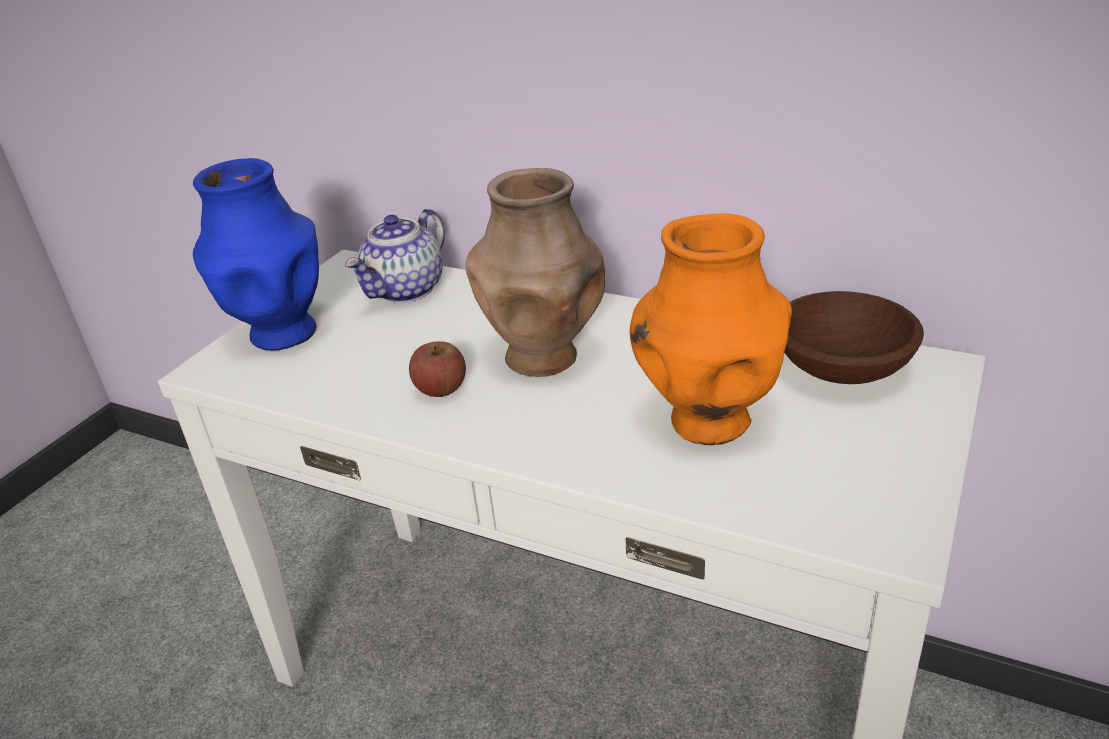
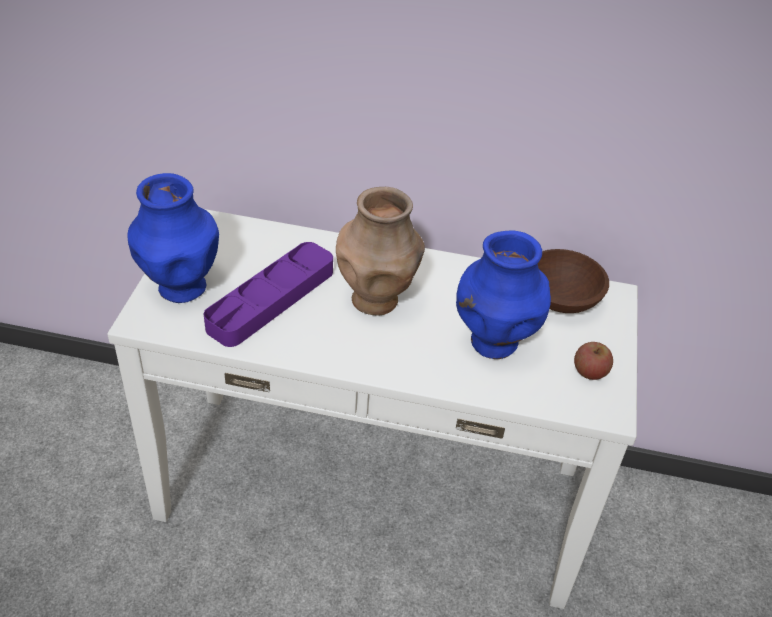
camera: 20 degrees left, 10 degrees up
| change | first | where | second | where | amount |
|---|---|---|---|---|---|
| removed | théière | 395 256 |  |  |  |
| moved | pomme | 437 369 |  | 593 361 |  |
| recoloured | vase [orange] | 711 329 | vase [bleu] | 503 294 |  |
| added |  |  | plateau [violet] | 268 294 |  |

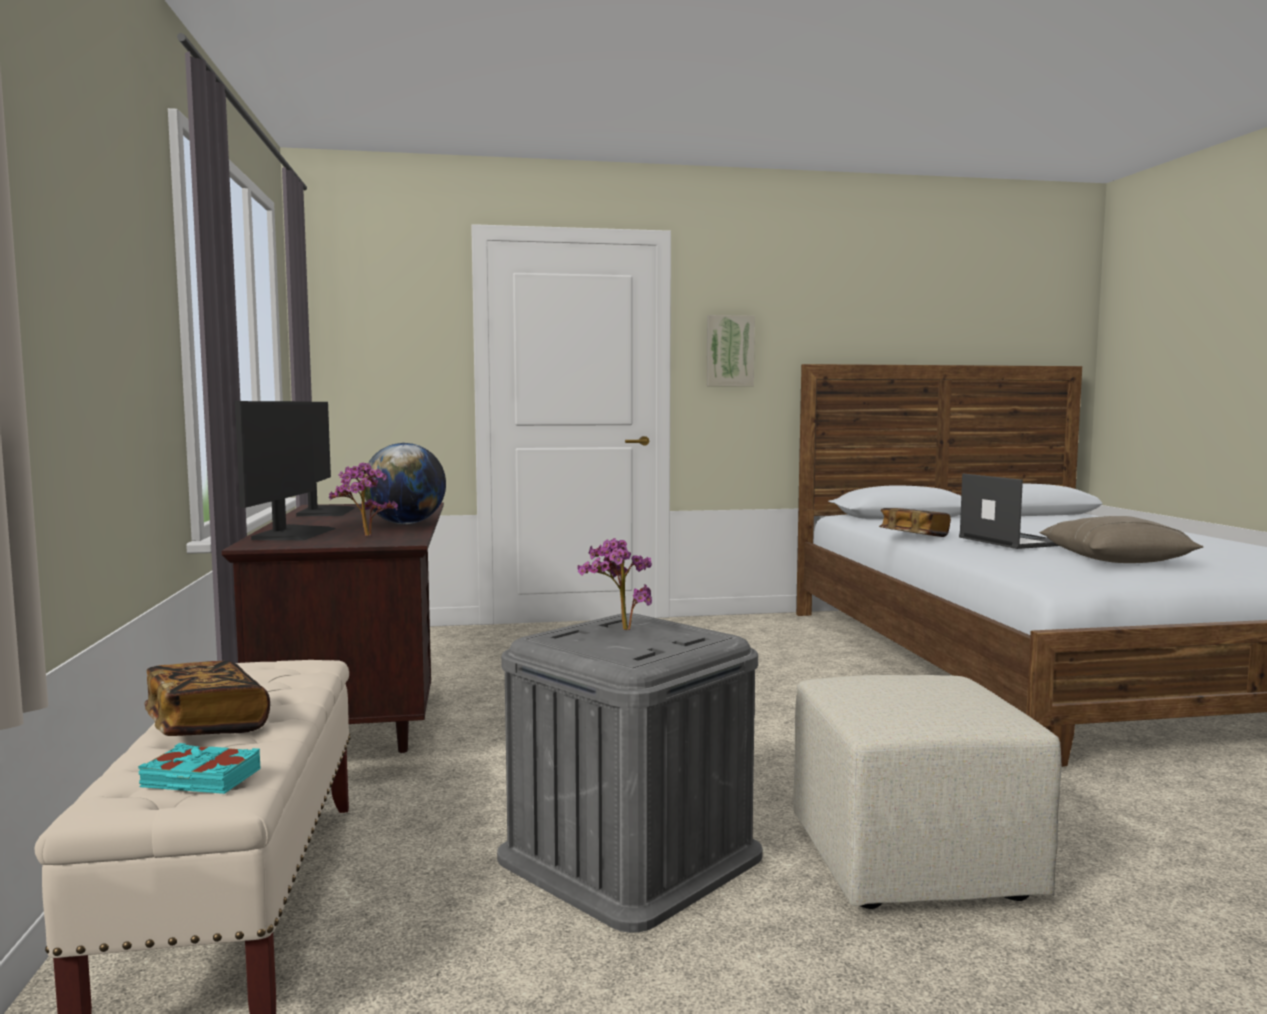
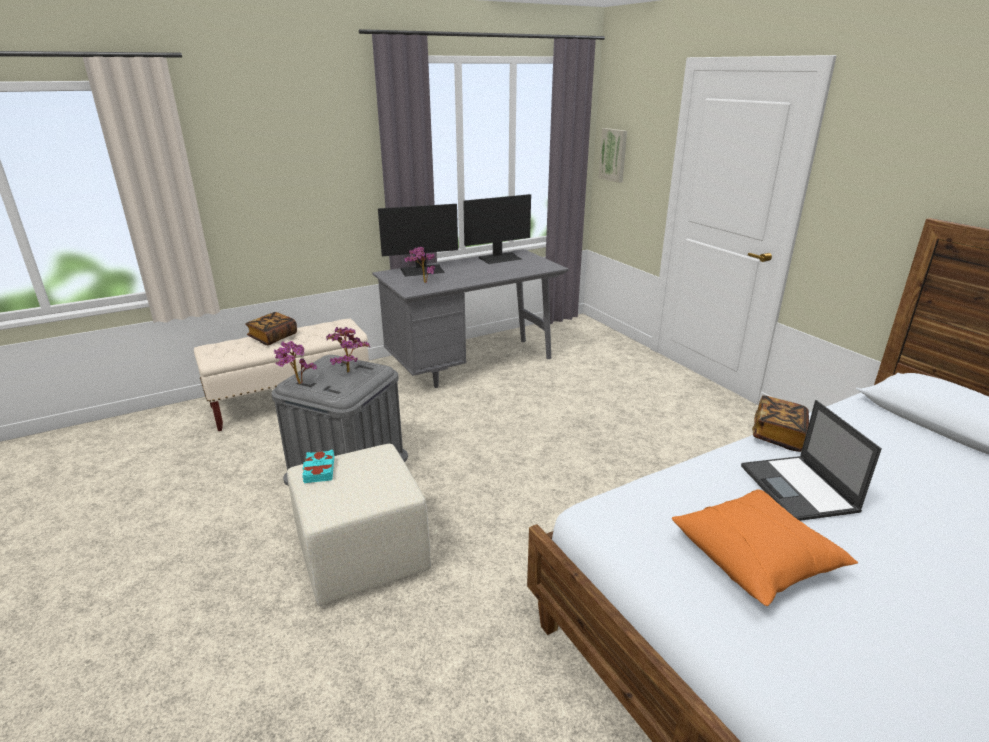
camera: 70 degrees right, 20 degrees up
| change | first | where | second | where | amount |
|---|---|---|---|---|---|
| moved | livre [turquoise] | 199 768 |  | 318 466 |  |
| recoloured | bureau [marron] | 333 627 | bureau [gris] | 470 318 |  |
| removed | globe | 405 483 |  |  |  |
| moved | tableau | 731 350 |  | 613 155 |  |
| turned | ordinateur portable | 1009 511 |  | 811 460 | 120 degrees clockwise |
| recoloured | coussin [beige] | 1121 539 | coussin [orange] | 765 547 |  |
| added |  |  | plante en pot | 295 362 |  |

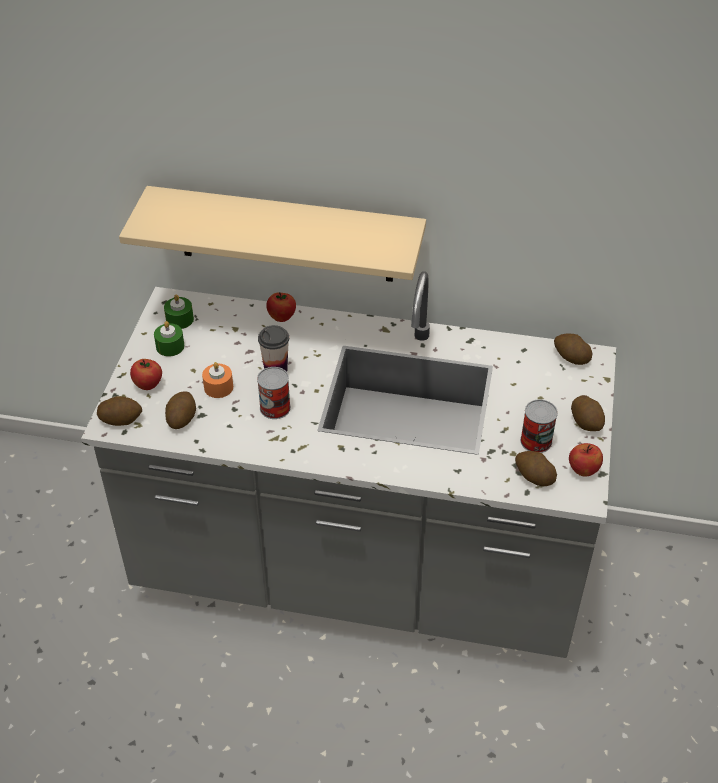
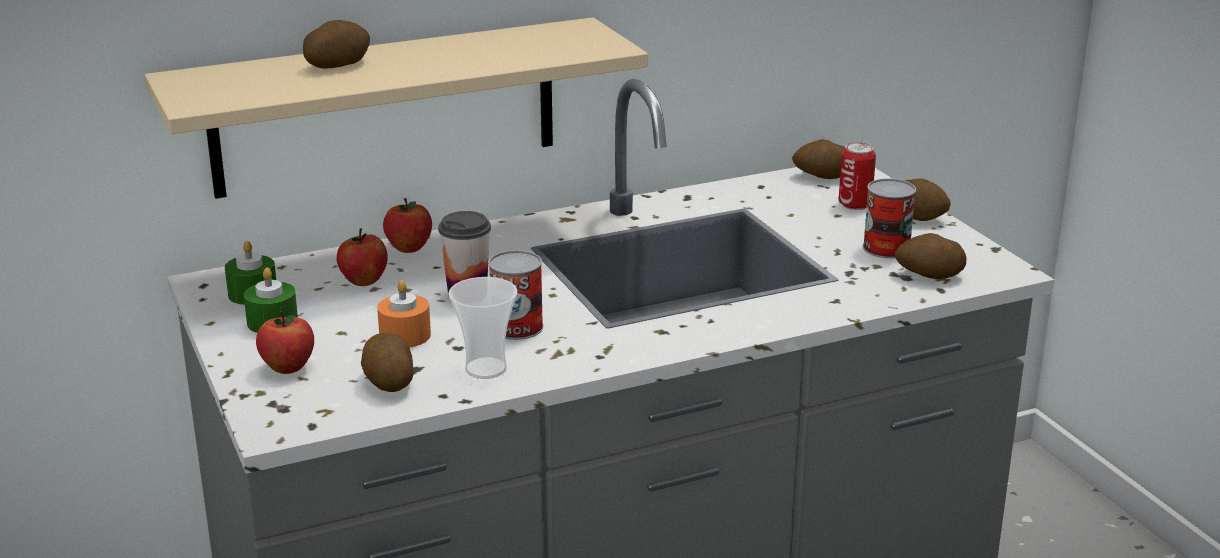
camera: 35 degrees left, 20 degrees down
| change | first | where | second | where | amount |
|---|---|---|---|---|---|
| moved | pomme de terre | 119 411 |  | 336 44 |  |
| moved | pomme | 586 460 |  | 362 257 |  |
| added |  |  | tasse | 483 328 |  |
| added |  |  | boîte métallique | 857 176 |  |

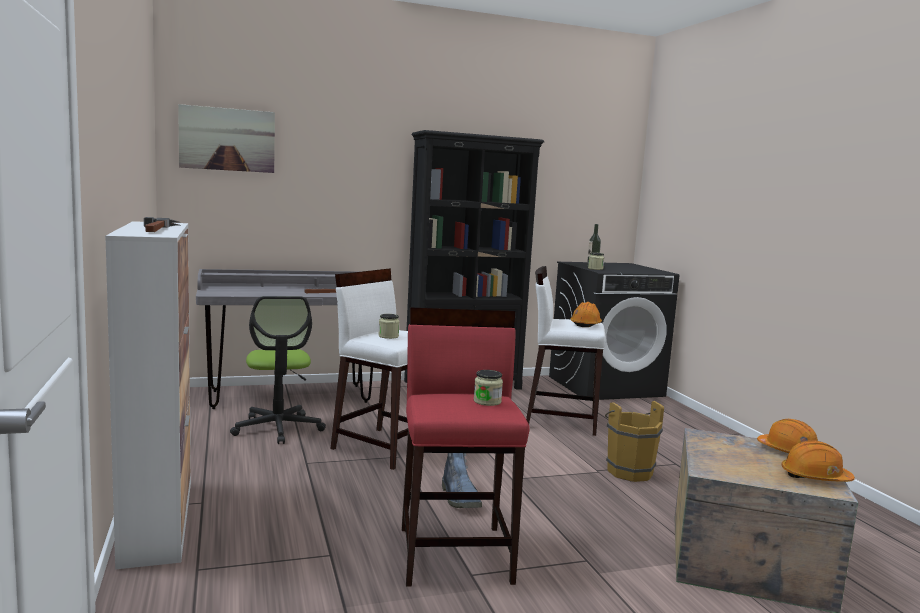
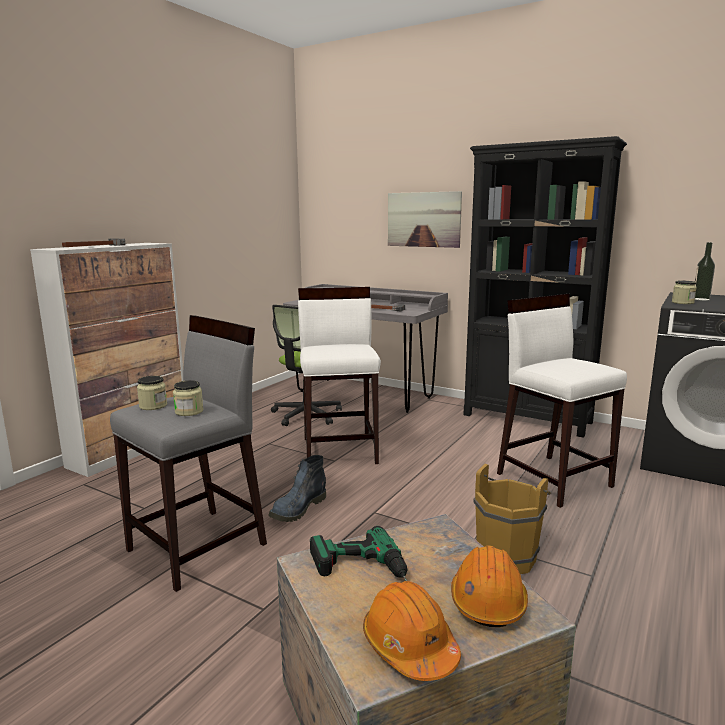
camera: 50 degrees right, 5 degrees up
| change | first | where | second | where | amount |
|---|---|---|---|---|---|
| moved | tableau | 226 138 |  | 425 219 |  |
| moved | bocal | 389 326 |  | 152 393 |  |
| recoloured | tabouret [rouge] | 466 446 | tabouret [gris] | 188 453 |  |
| removed | casque de chantier [orange] | 586 314 |  |  |  |
| added |  |  | perceuse | 359 553 |  |

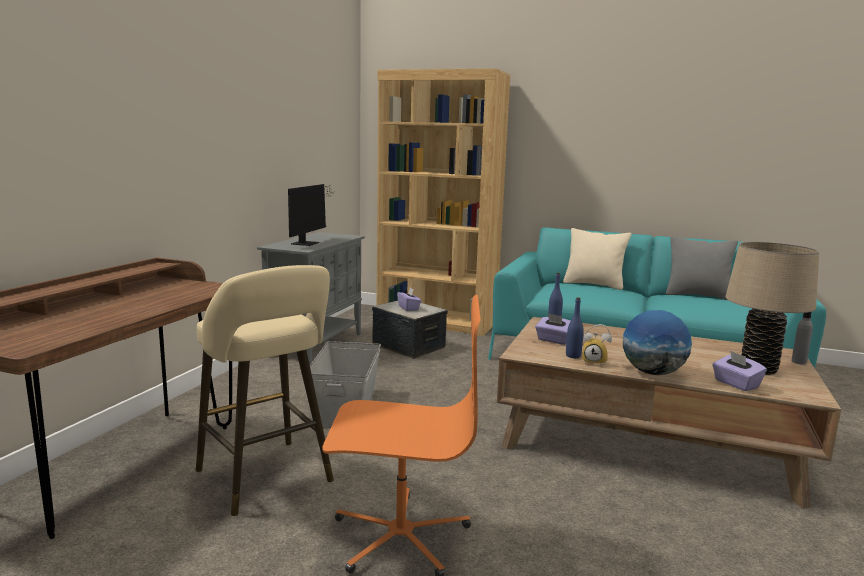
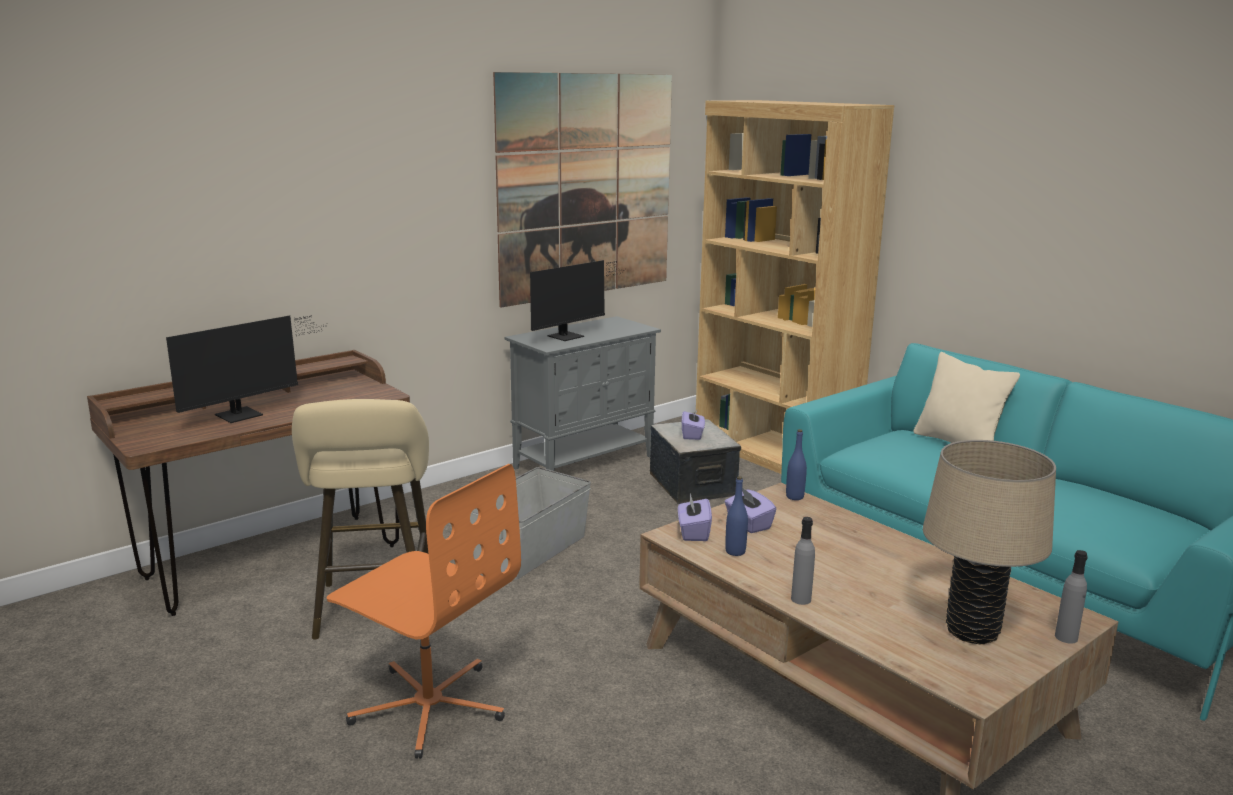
camera: 30 degrees right, 5 degrees up
| change | first | where | second | where | amount |
|---|---|---|---|---|---|
| removed | réveil | 597 344 |  |  |  |
| replaced | globe | 657 342 | bouteille [gris] | 803 561 |  |
| removed | coussin [gris] | 702 268 |  |  |  |
| moved | boîte à mouchoirs [violet] | 739 371 |  | 695 517 |  |
| added |  |  | écran d'ordinateur | 246 369 |  |
| added |  |  | tableau | 582 189 |  |

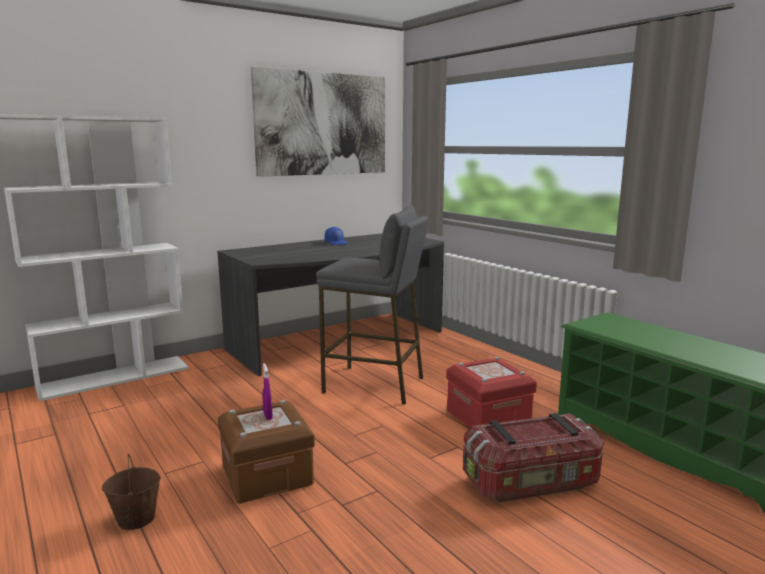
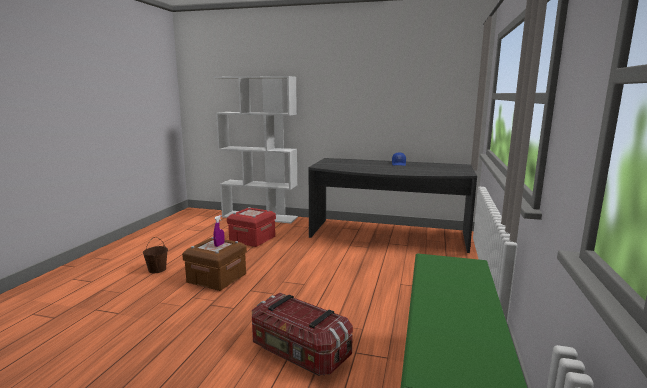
camera: 50 degrees right, 0 degrees up
| change | first | where | second | where | amount |
|---|---|---|---|---|---|
| removed | tableau | 318 122 |  |  |  |
| removed | tabouret [gris] | 372 304 |  |  |  |
| moved | boîte de rangement [rouge] | 491 393 |  | 251 227 |  |

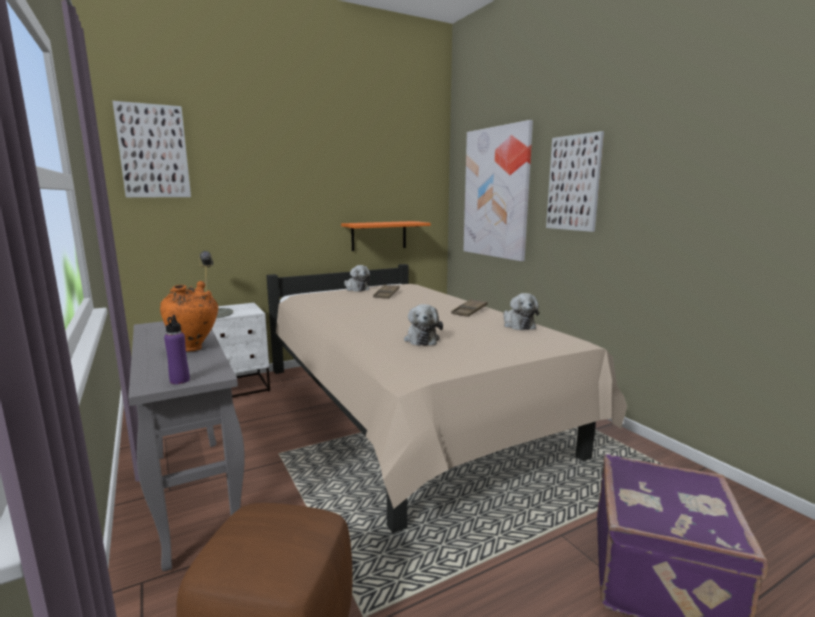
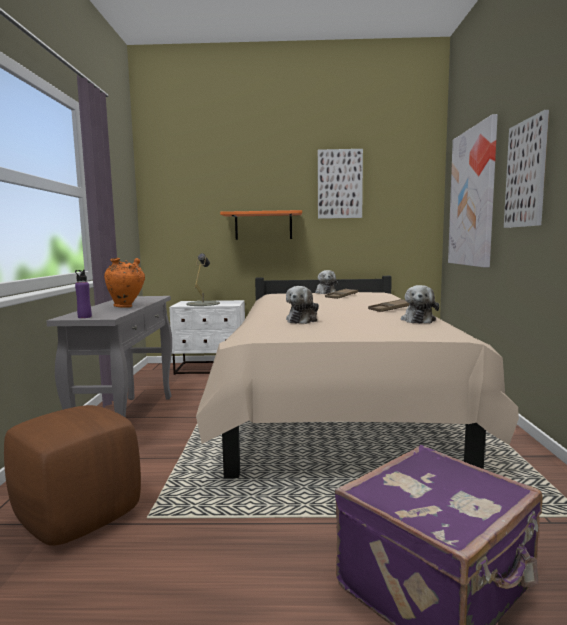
camera: 30 degrees right, 5 degrees down
| change | first | where | second | where | amount |
|---|---|---|---|---|---|
| moved | tableau | 152 149 |  | 340 184 |  |
| moved | étagère [orange] | 386 236 |  | 261 225 |  |

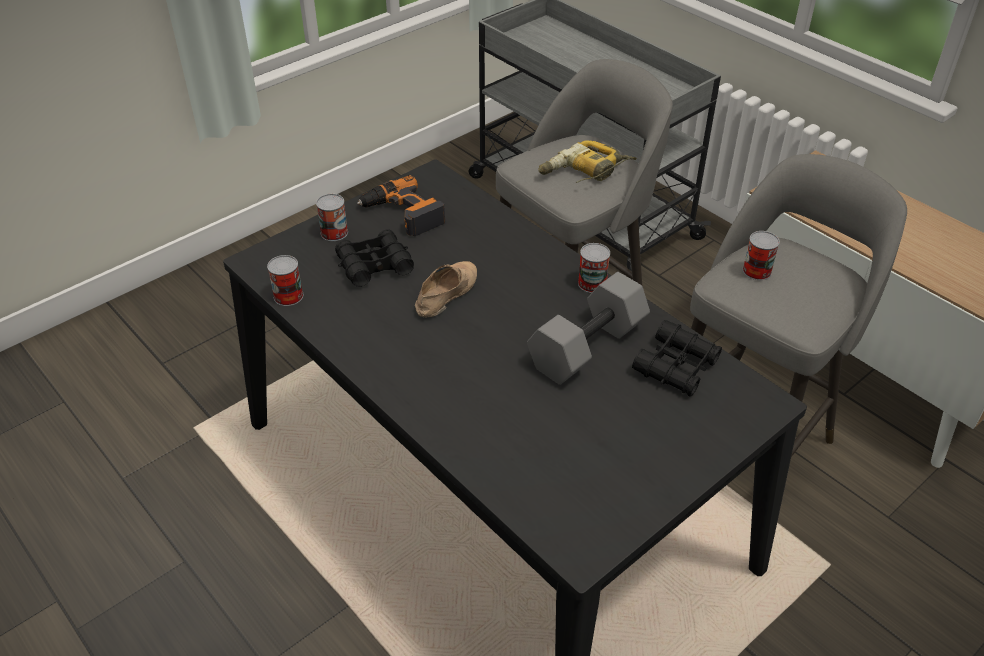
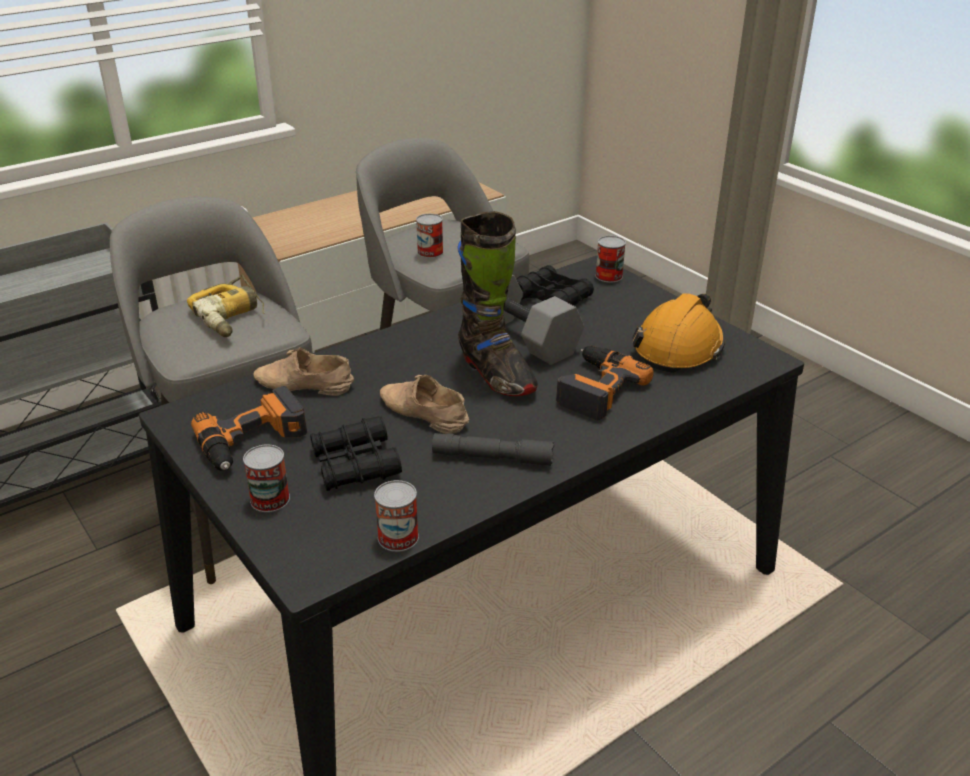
camera: 85 degrees left, 10 degrees down
| change | first | where | second | where | amount |
|---|---|---|---|---|---|
| moved | boîte métallique | 594 268 |  | 610 259 |  |
| added |  |  | chaussure [beige] | 303 371 |  |
| added |  |  | lampe de poche [gris] | 493 449 |  |
| added |  |  | botte [noir] | 497 303 |  |
| added |  |  | perceuse | 605 383 |  |
| added |  |  | casque de chantier [orange] | 678 333 |  |

